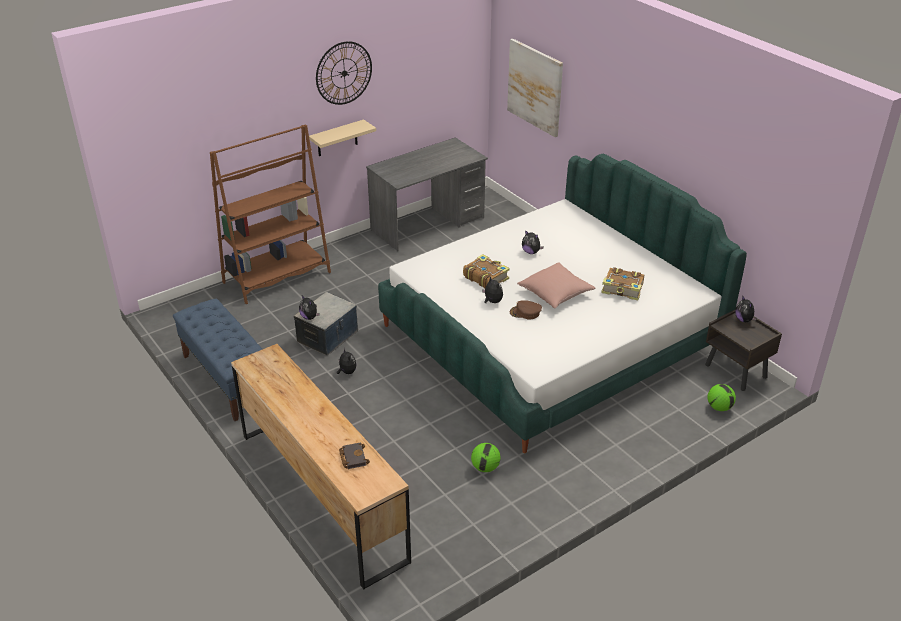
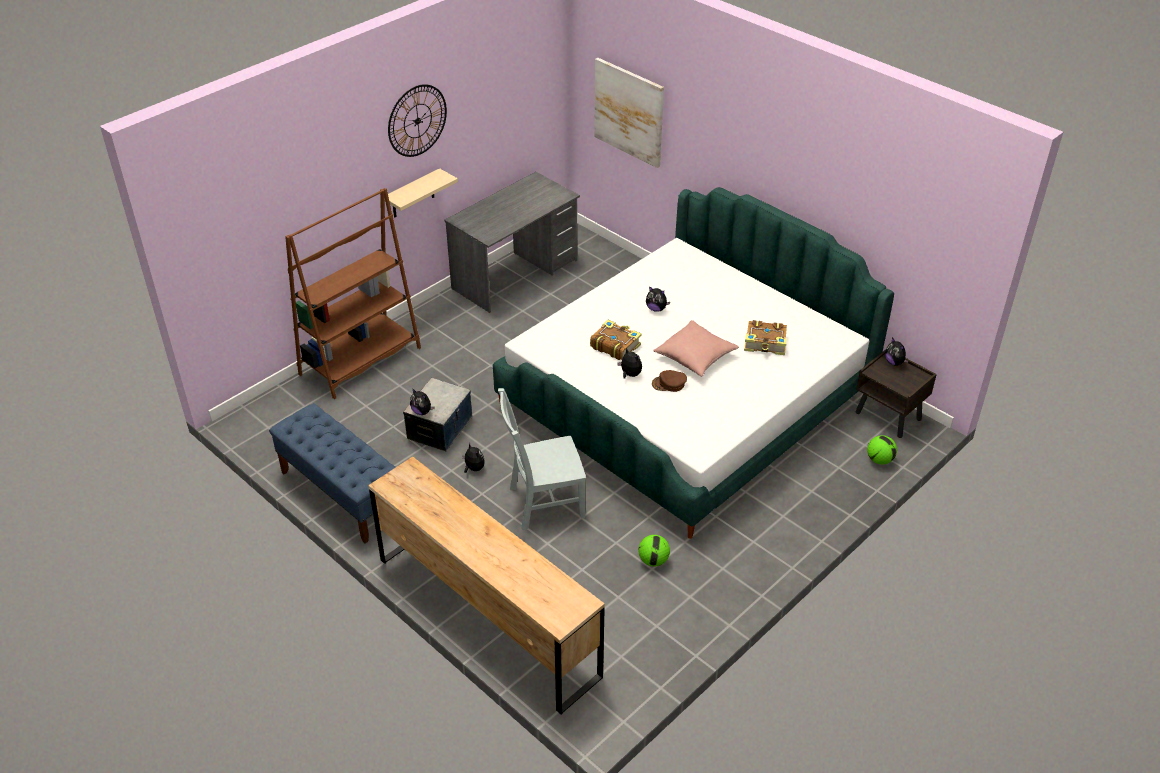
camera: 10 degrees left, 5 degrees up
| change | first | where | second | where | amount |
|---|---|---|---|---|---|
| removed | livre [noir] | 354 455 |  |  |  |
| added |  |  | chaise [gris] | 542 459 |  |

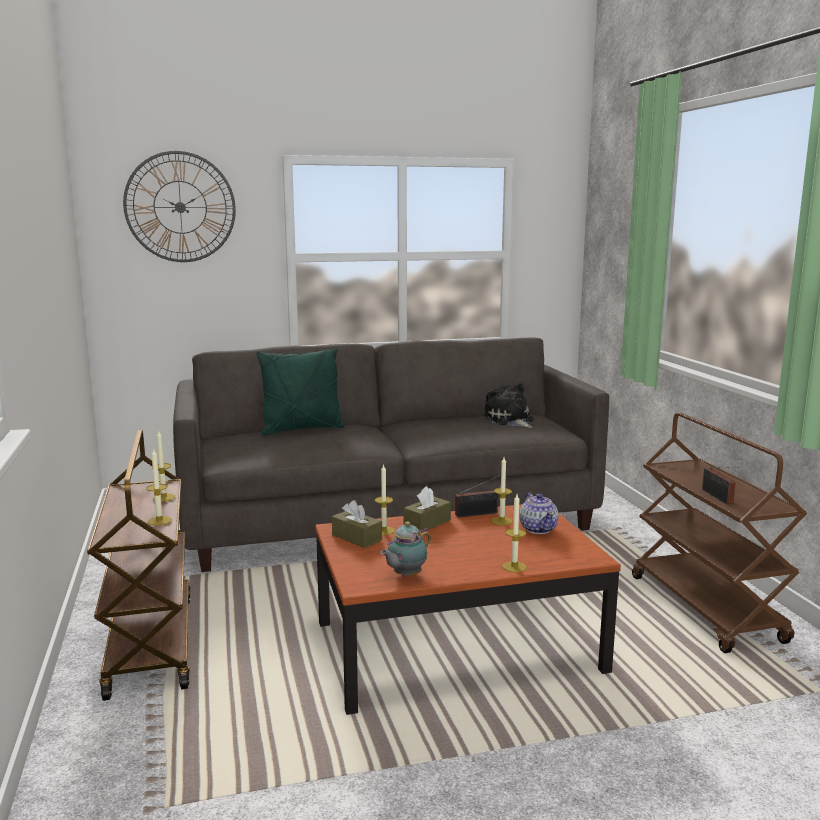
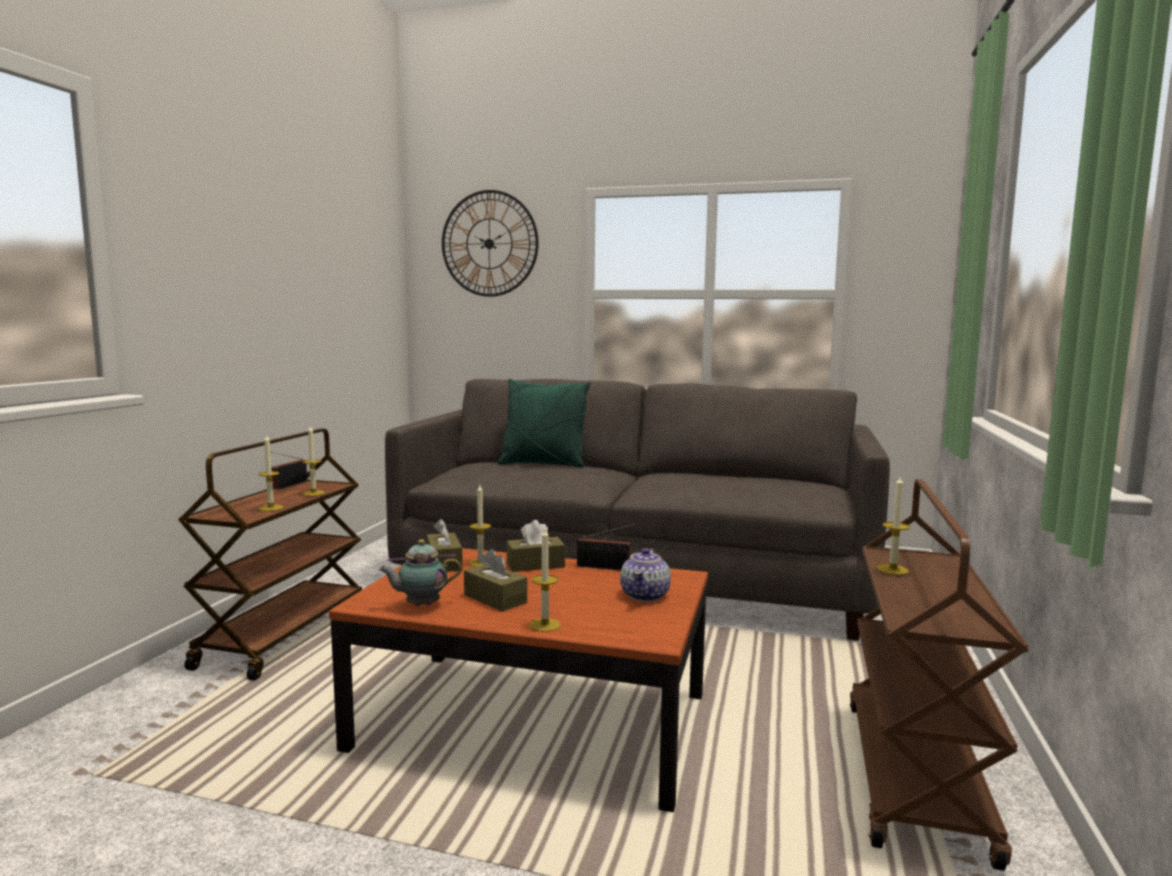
camera: 30 degrees right, 5 degrees down
| change | first | where | second | where | amount |
|---|---|---|---|---|---|
| removed | peluche | 509 405 |  |  |  |
| moved | bougie | 502 491 |  | 893 526 |  |
| moved | radio | 720 485 |  | 288 470 |  |
| added |  |  | boîte à mouchoirs [marron] | 495 580 |  |

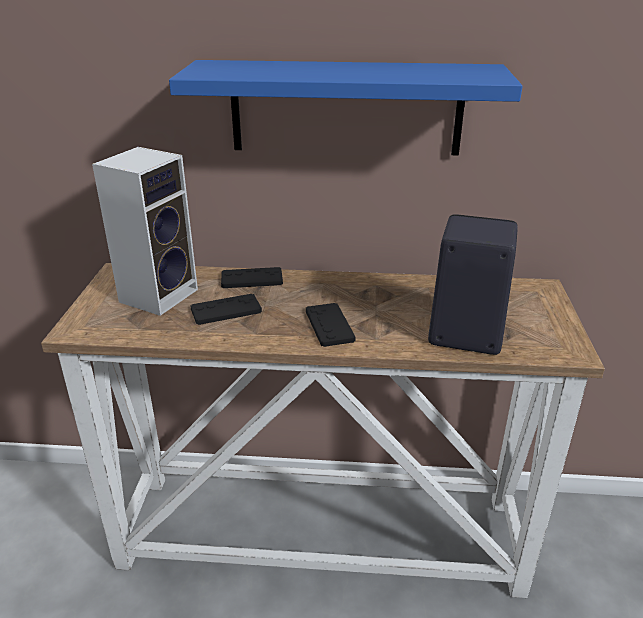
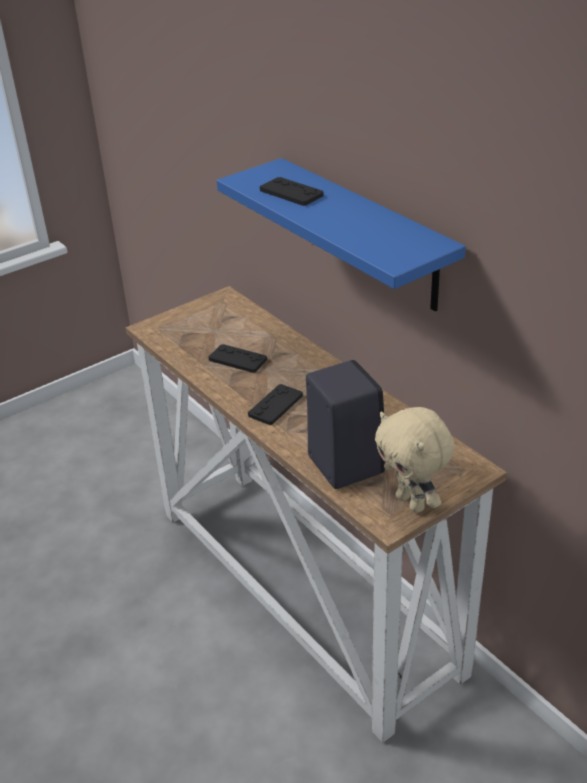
camera: 50 degrees right, 5 degrees up
| change | first | where | second | where | amount |
|---|---|---|---|---|---|
| removed | enceinte | 145 231 |  |  |  |
| moved | manette [noir] | 252 277 |  | 292 191 |  |
| added |  |  | peluche [beige] | 414 460 |  |

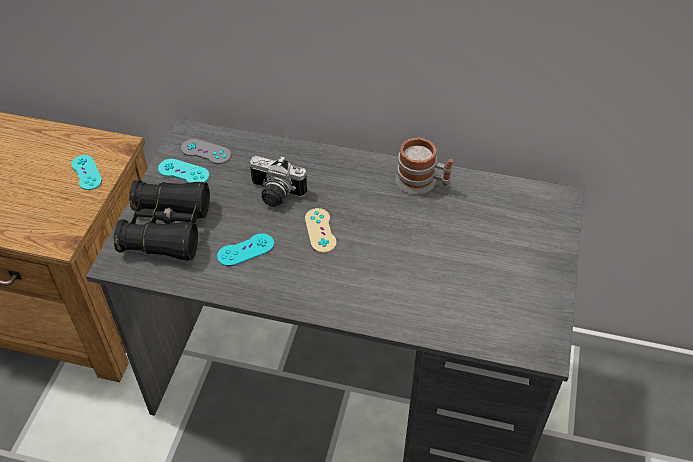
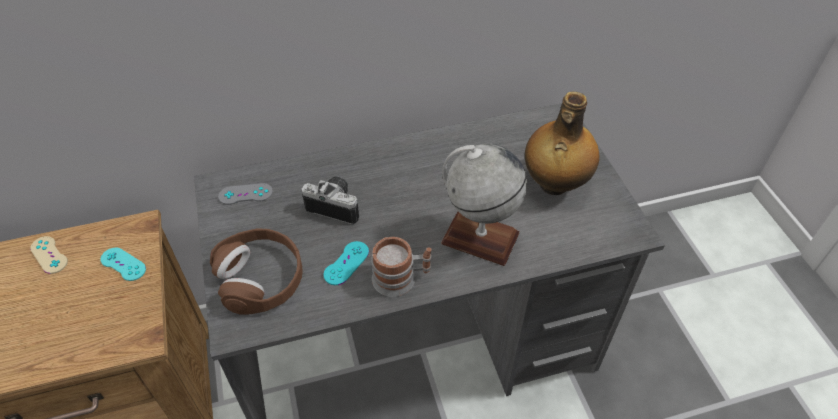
camera: 30 degrees left, 0 degrees up
| change | first | where | second | where | amount |
|---|---|---|---|---|---|
| replaced | jumelles [noir] | 162 220 | casque audio [marron] | 256 271 |  |
| removed | manette [turquoise] | 183 171 |  |  |  |
| turned | appareil photo | 278 181 |  | 330 200 | 150 degrees counterclockwise |
| moved | manette [beige] | 320 230 |  | 49 255 |  |
| moved | mug | 424 165 |  | 401 267 |  |
| added |  |  | globe | 484 205 |  |
| added |  |  | bouteille | 562 143 |  |

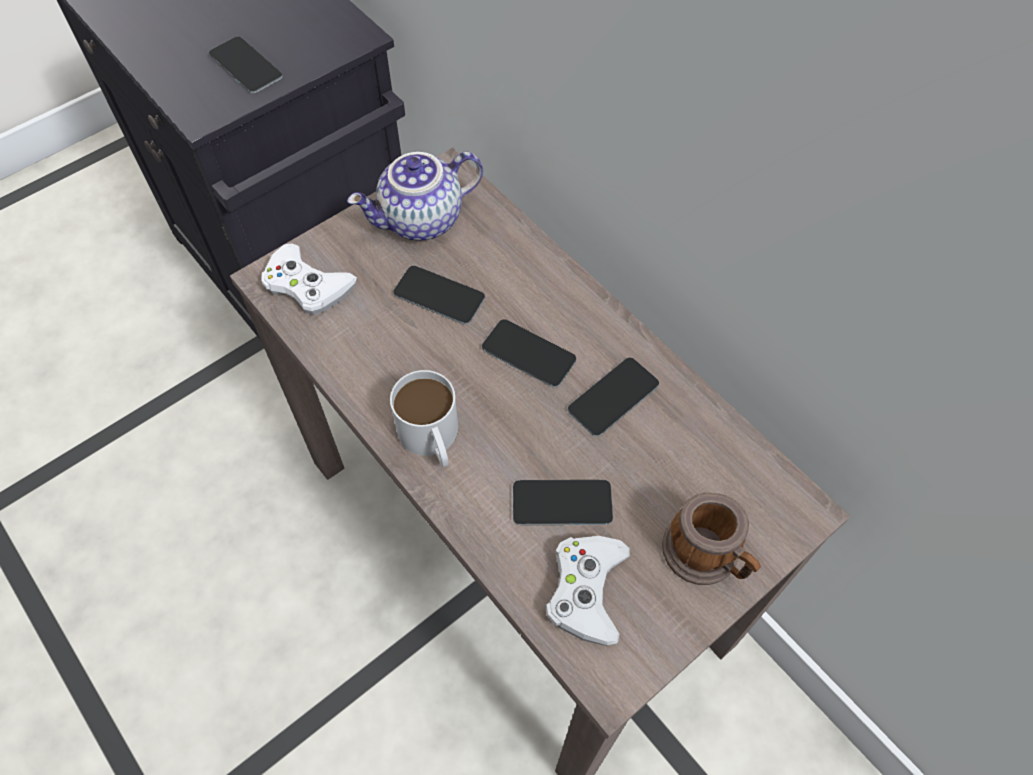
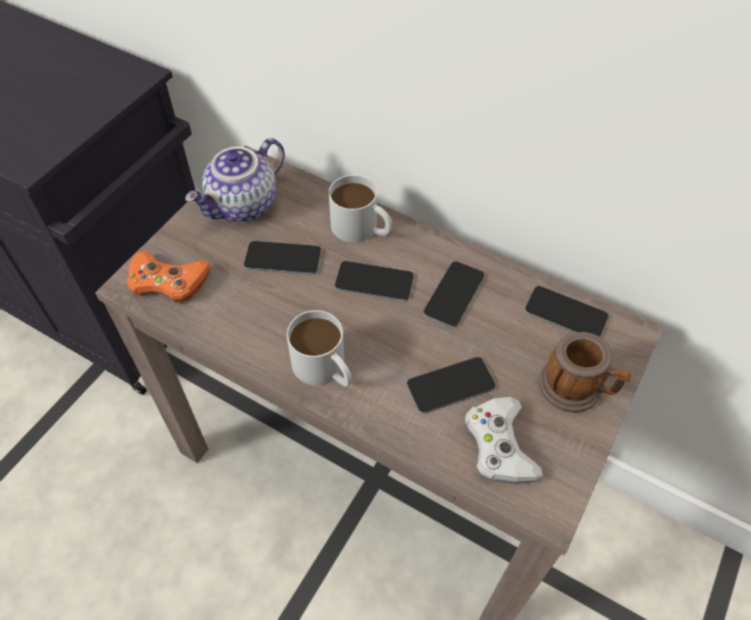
camera: 20 degrees left, 5 degrees down
| change | first | where | second | where | amount |
|---|---|---|---|---|---|
| moved | téléphone | 246 65 |  | 567 311 |  |
| recoloured | manette [blanc] | 309 279 | manette [orange] | 168 276 |  |
| added |  |  | mug [blanc] | 360 208 |  |

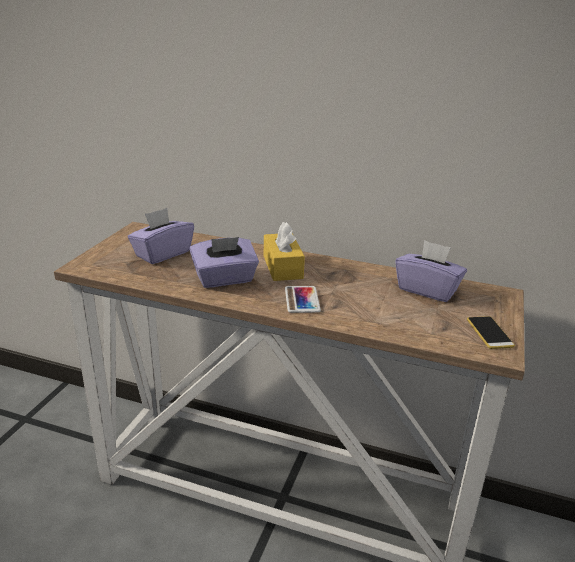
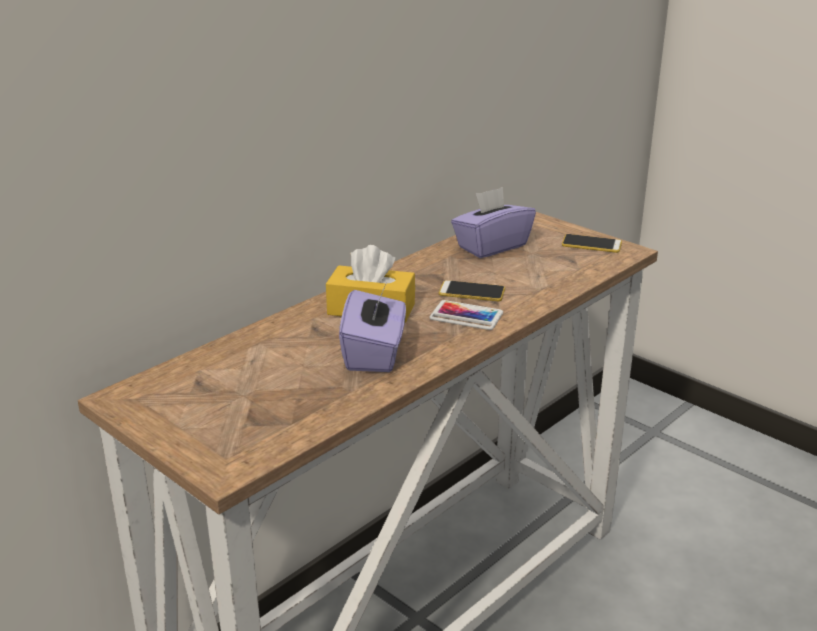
camera: 65 degrees left, 0 degrees up
| change | first | where | second | where | amount |
|---|---|---|---|---|---|
| removed | boîte à mouchoirs [violet] | 161 236 |  |  |  |
| added |  |  | téléphone | 472 290 |  |

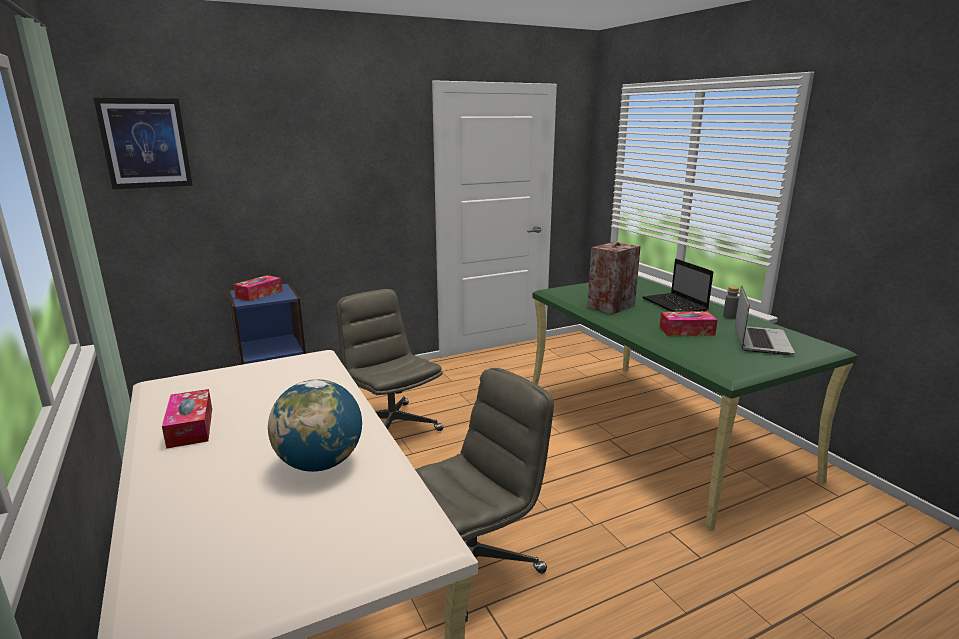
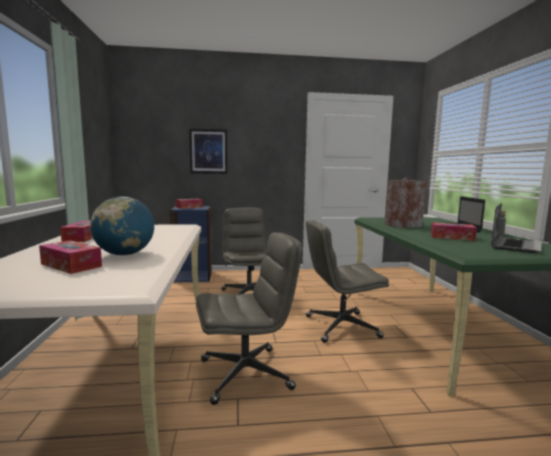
camera: 20 degrees right, 10 degrees down
| change | first | where | second | where | amount |
|---|---|---|---|---|---|
| moved | tableau | 143 143 |  | 208 151 |  |
| added |  |  | boîte à mouchoirs | 70 257 |  |
| added |  |  | chaise de bureau [gris] | 347 281 |  |

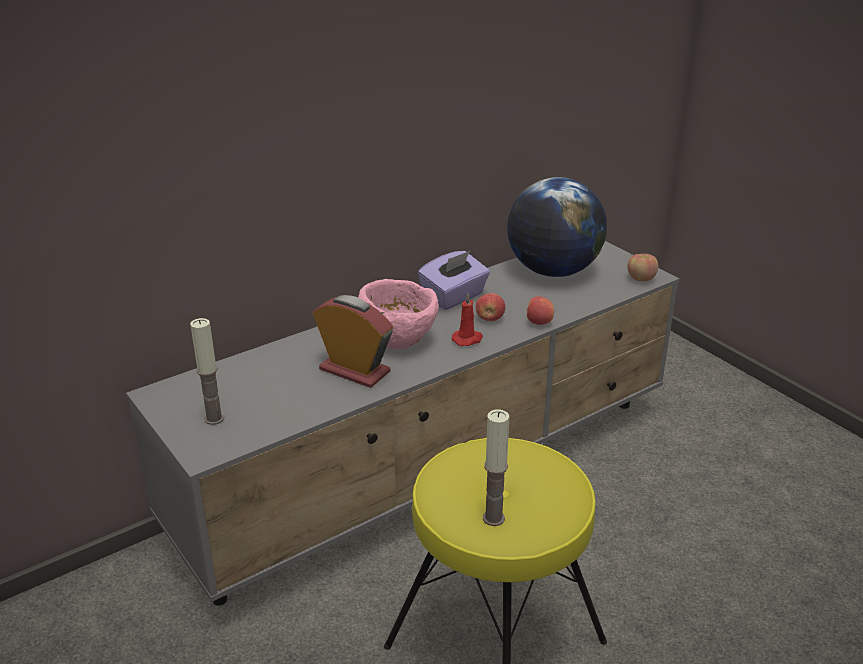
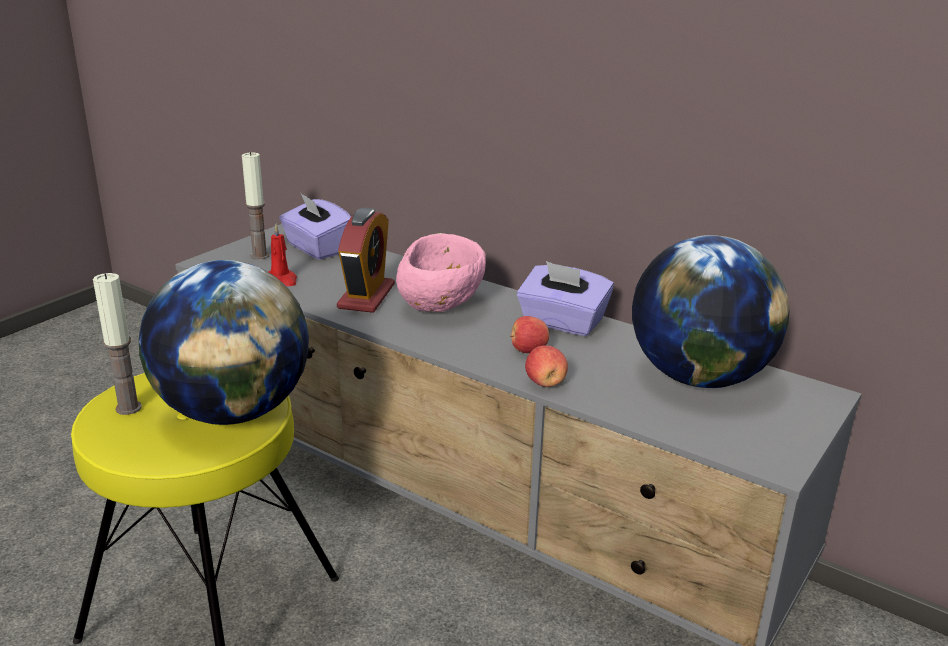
camera: 70 degrees right, 5 degrees down
| change | first | where | second | where | amount |
|---|---|---|---|---|---|
| moved | bougie [rouge] | 467 319 |  | 282 255 |  |
| removed | pomme | 642 267 |  |  |  |
| added |  |  | globe | 224 342 |  |
| added |  |  | boîte à mouchoirs [violet] | 315 226 |  |

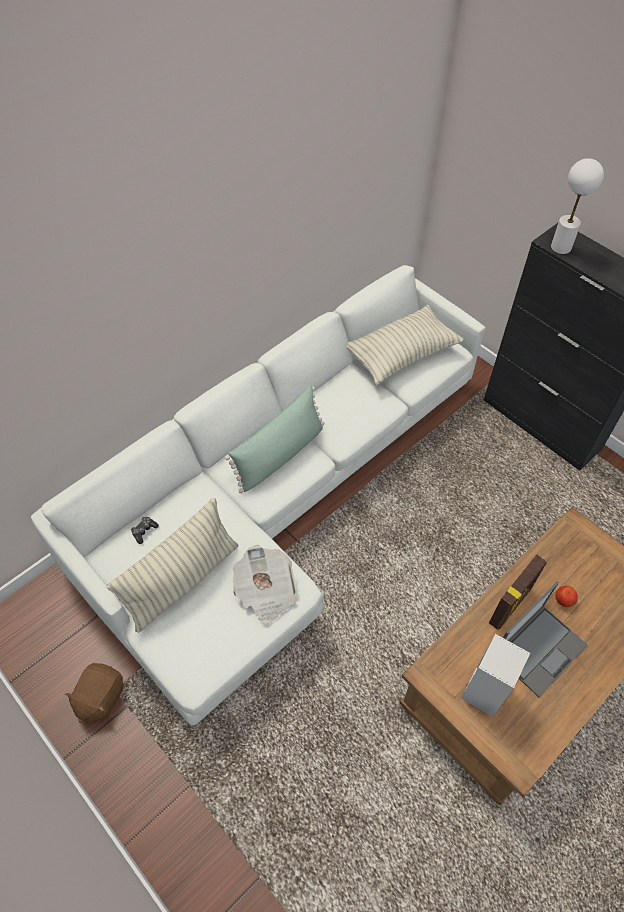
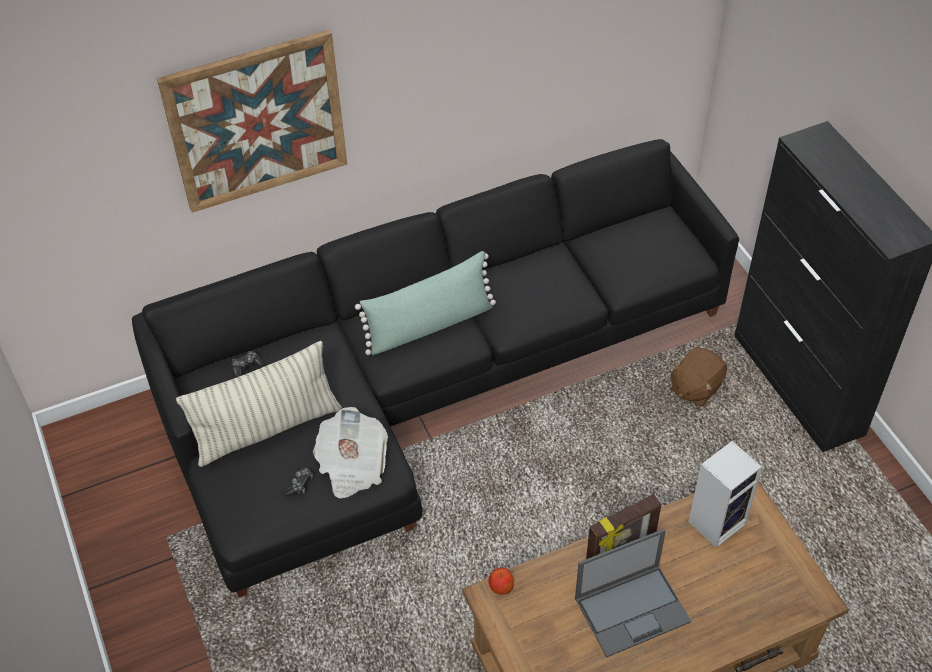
camera: 20 degrees right, 5 degrees down
| change | first | where | second | where | amount |
|---|---|---|---|---|---|
| recoloured | canapé [blanc] | 258 495 | canapé [noir] | 435 368 |  |
| moved | peluche [marron] | 93 693 |  | 698 377 |  |
| removed | coussin | 405 345 |  |  |  |
| moved | enceinte | 495 675 |  | 725 494 |  |
| removed | lampe de table [blanc] | 577 206 |  |  |  |
| moved | pomme | 567 596 |  | 501 581 |  |
| added |  |  | tableau | 252 121 |  |
| added |  |  | manette | 298 482 |  |

